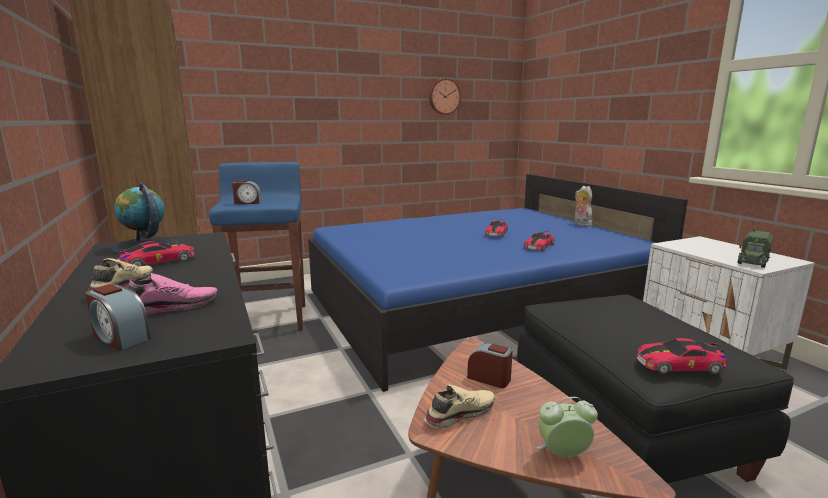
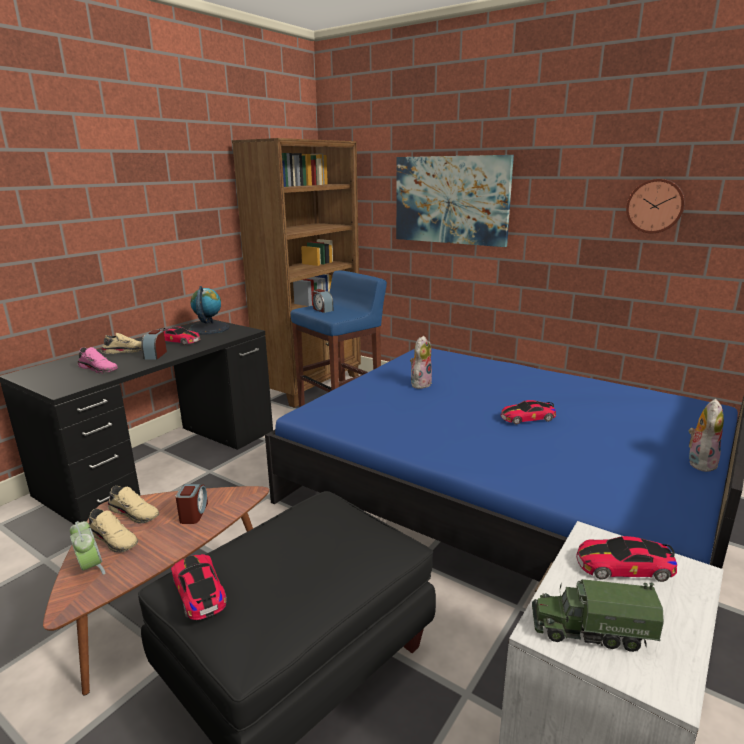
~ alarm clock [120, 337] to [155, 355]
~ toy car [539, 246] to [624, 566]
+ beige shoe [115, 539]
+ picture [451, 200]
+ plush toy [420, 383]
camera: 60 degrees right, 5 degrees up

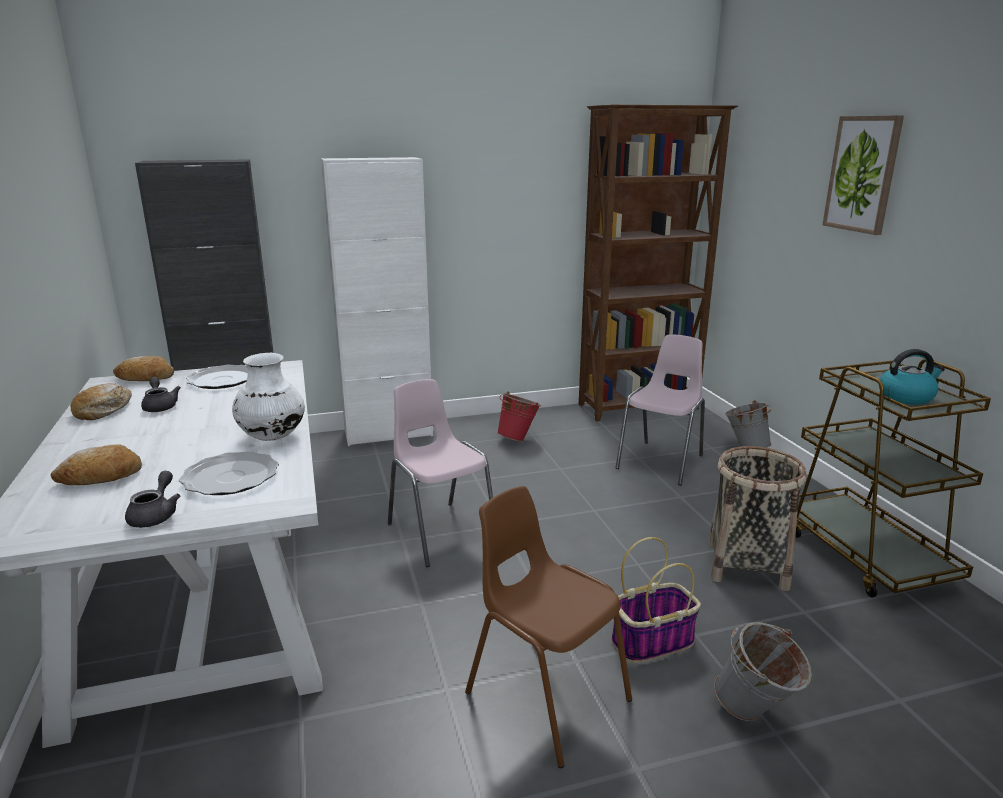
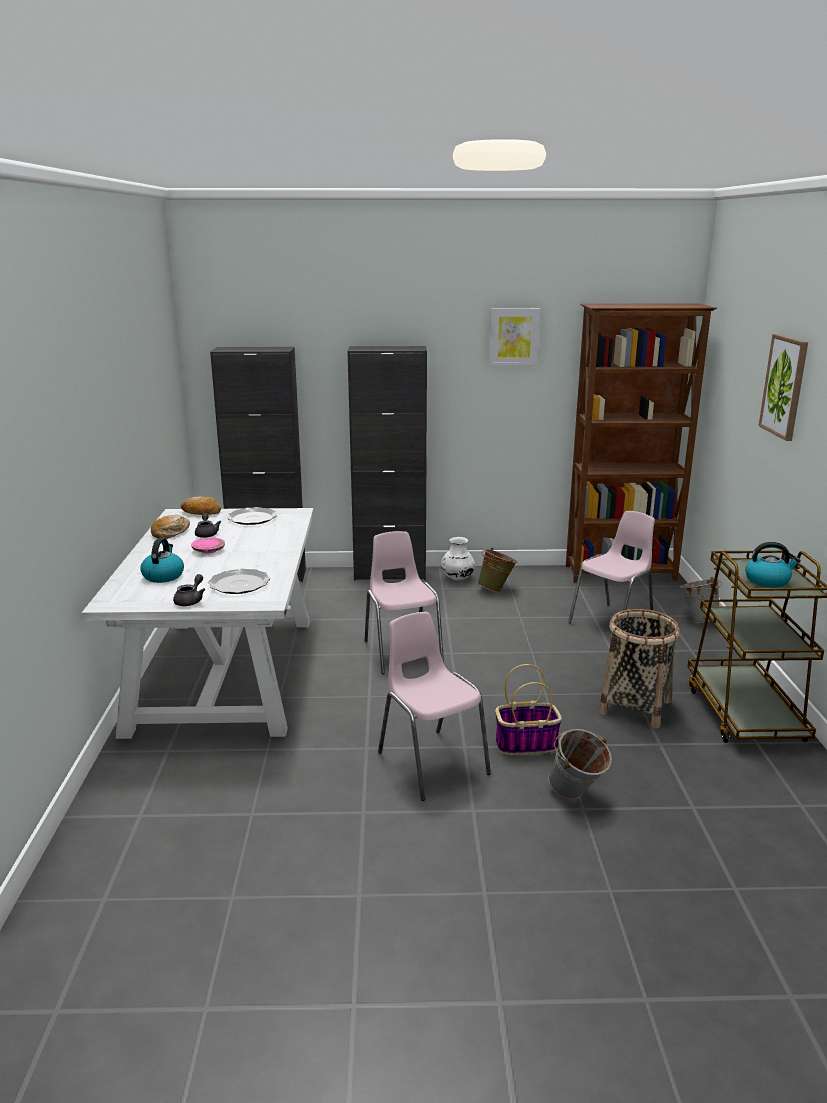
~ bread [101, 478] to kettle [163, 576]
~ white vase [272, 437] to [457, 578]
~ white cabinet [388, 433] to black cabinet [389, 574]
~ brown chair [546, 696] to pink chair [432, 762]
~ red bucket [518, 439] to green bucket [496, 589]
+ pink plate [208, 550]
+ picture [514, 337]
camera: 15 degrees right, 0 degrees up

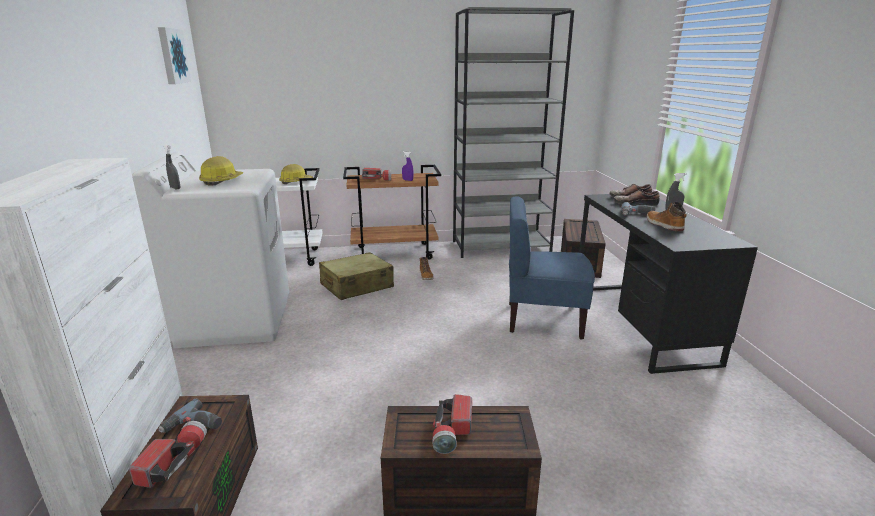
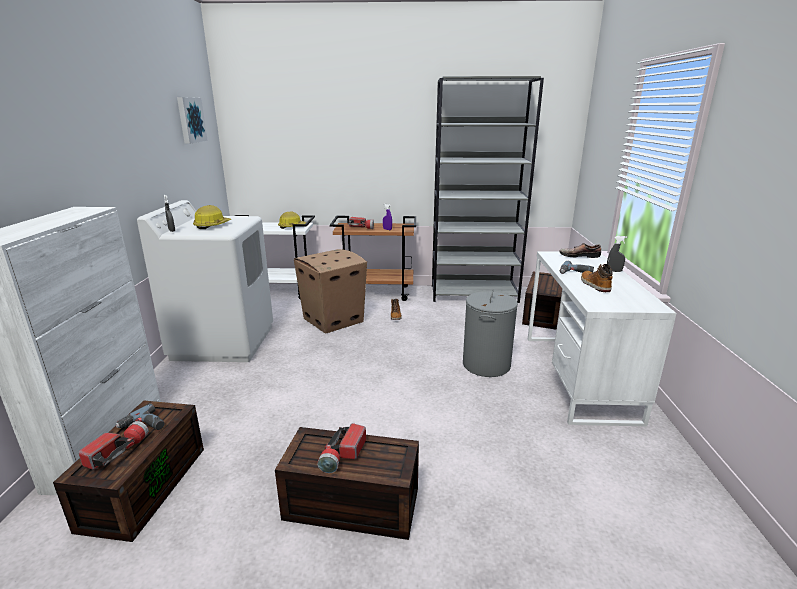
~ beige suitcase [356, 286] to cardboard box [332, 320]
~ blue chair [543, 320] to grey laundry basket [486, 364]
~ black desk [639, 323] to white desk [577, 376]
- shoe [634, 203]
camera: 10 degrees right, 0 degrees up

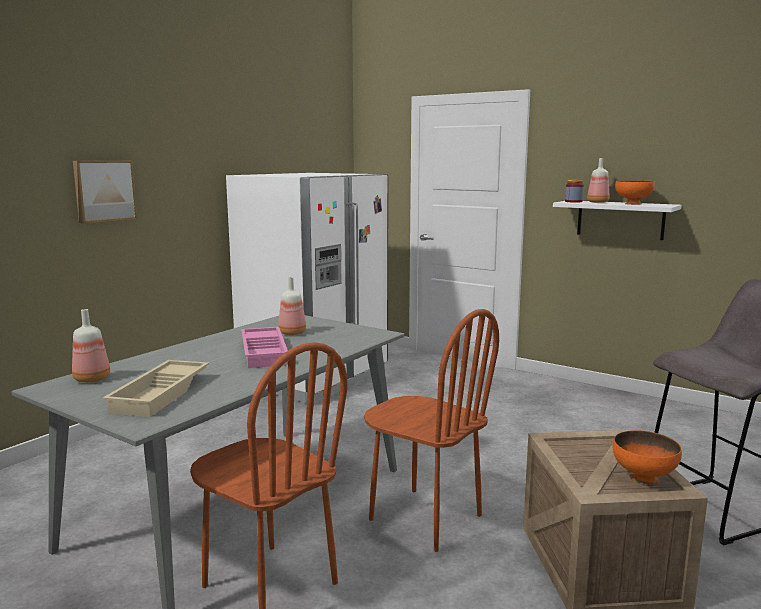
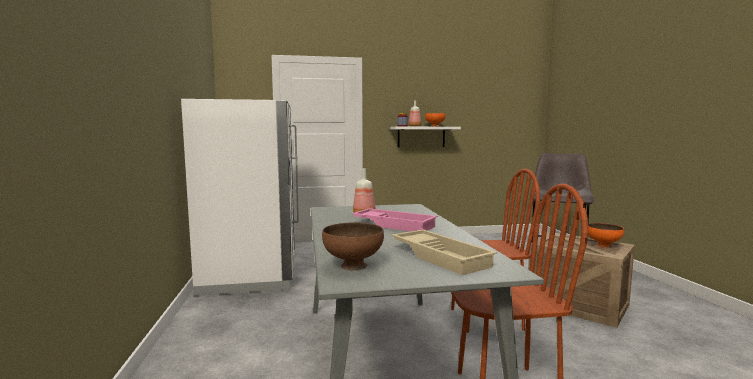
~ bottle [93, 379] to brown bowl [353, 265]
- picture [104, 190]
camera: 45 degrees left, 5 degrees down

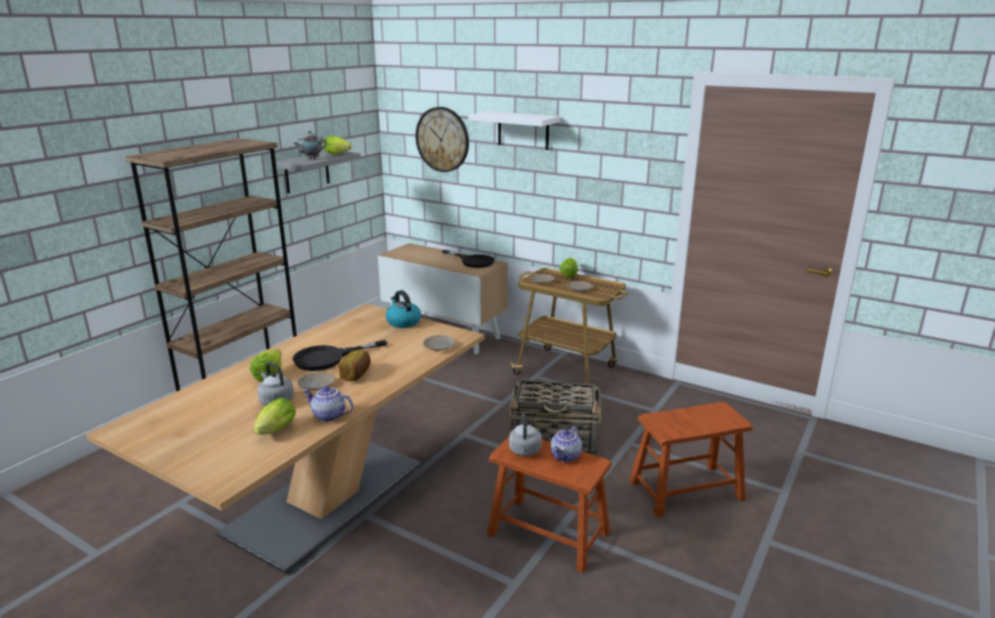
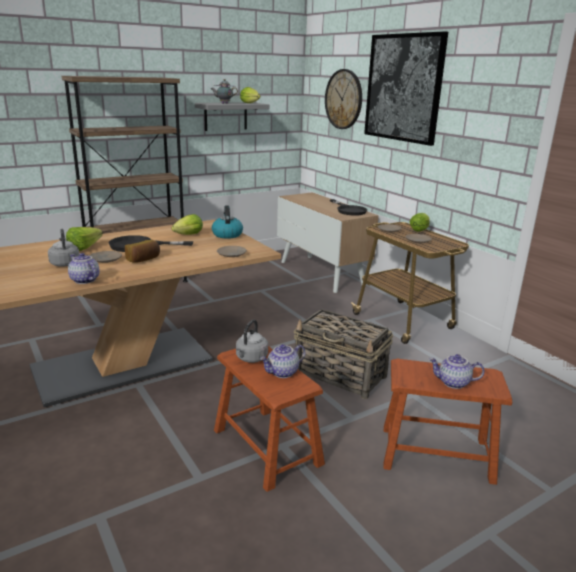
~ lettuce [275, 431] to [187, 235]
~ white shelf [523, 130] to picture [403, 88]
+ teapot [453, 383]
camera: 25 degrees right, 0 degrees up

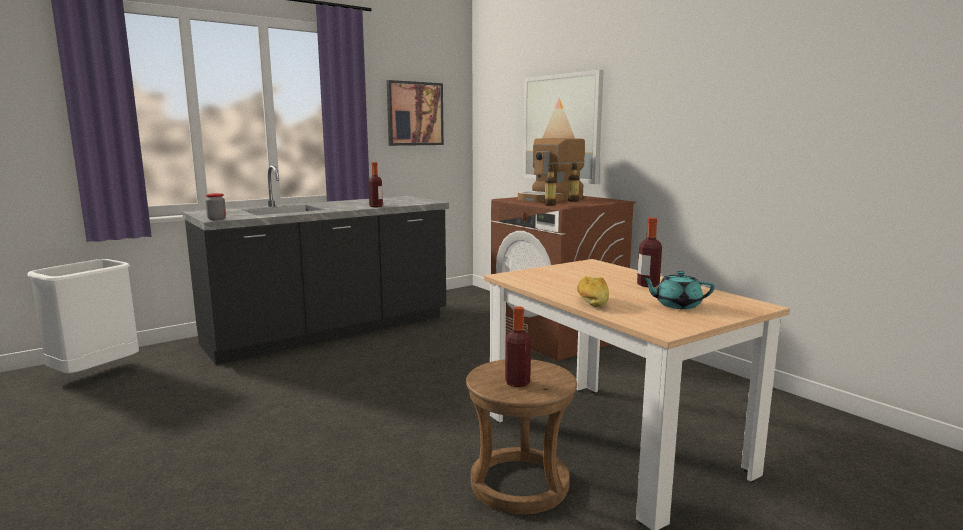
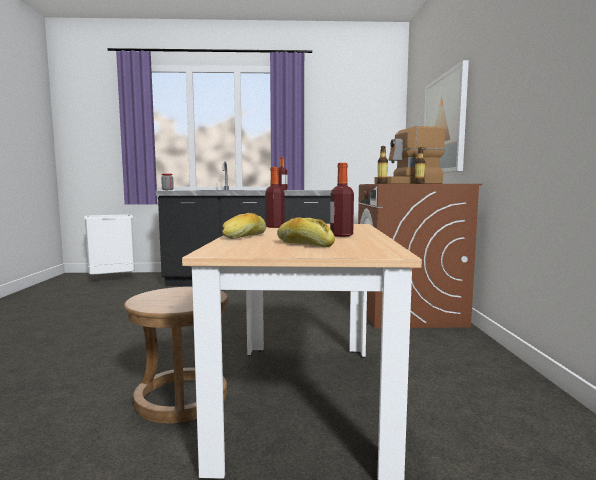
- picture [415, 114]
~ bottle [517, 383] to [275, 227]
~ turquoise teapot [677, 305] to bread [304, 244]
camera: 35 degrees right, 5 degrees down

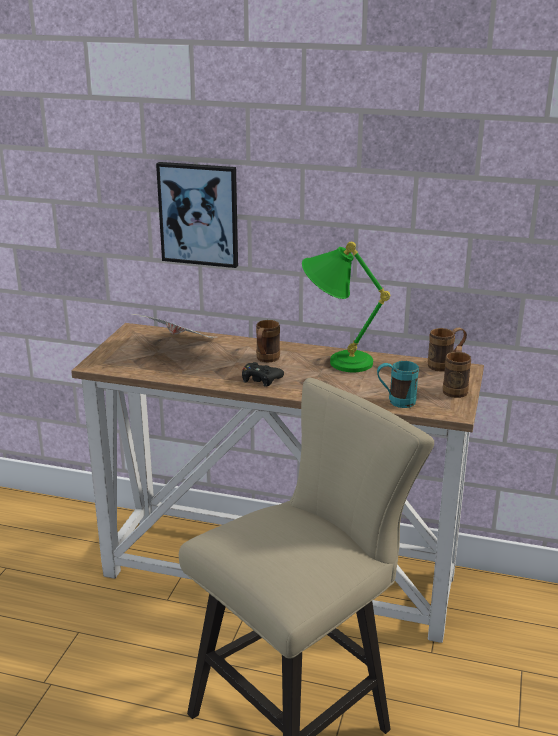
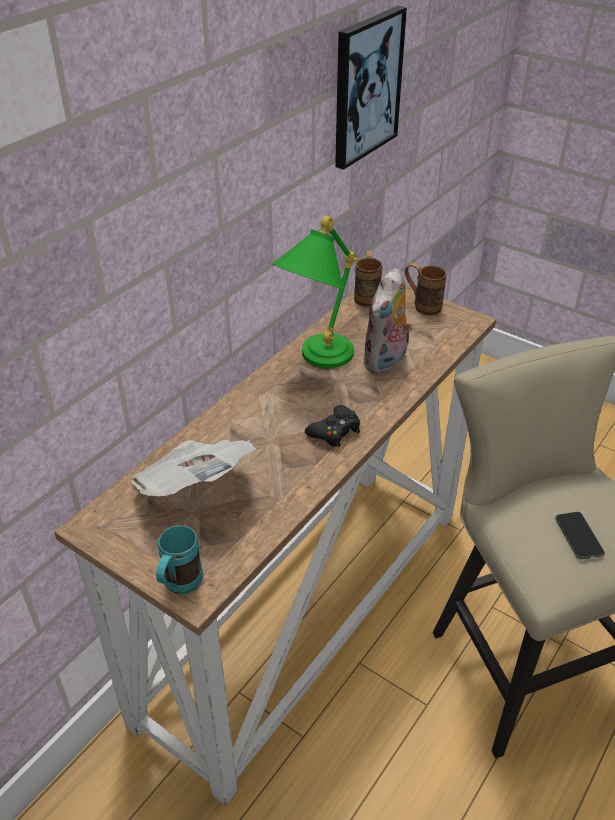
~ picture [199, 214] to [366, 87]
- brown mug [265, 360]
~ turquoise mug [395, 402] to [178, 587]
+ plush toy [386, 362]
+ phone [578, 536]
camera: 70 degrees left, 15 degrees up

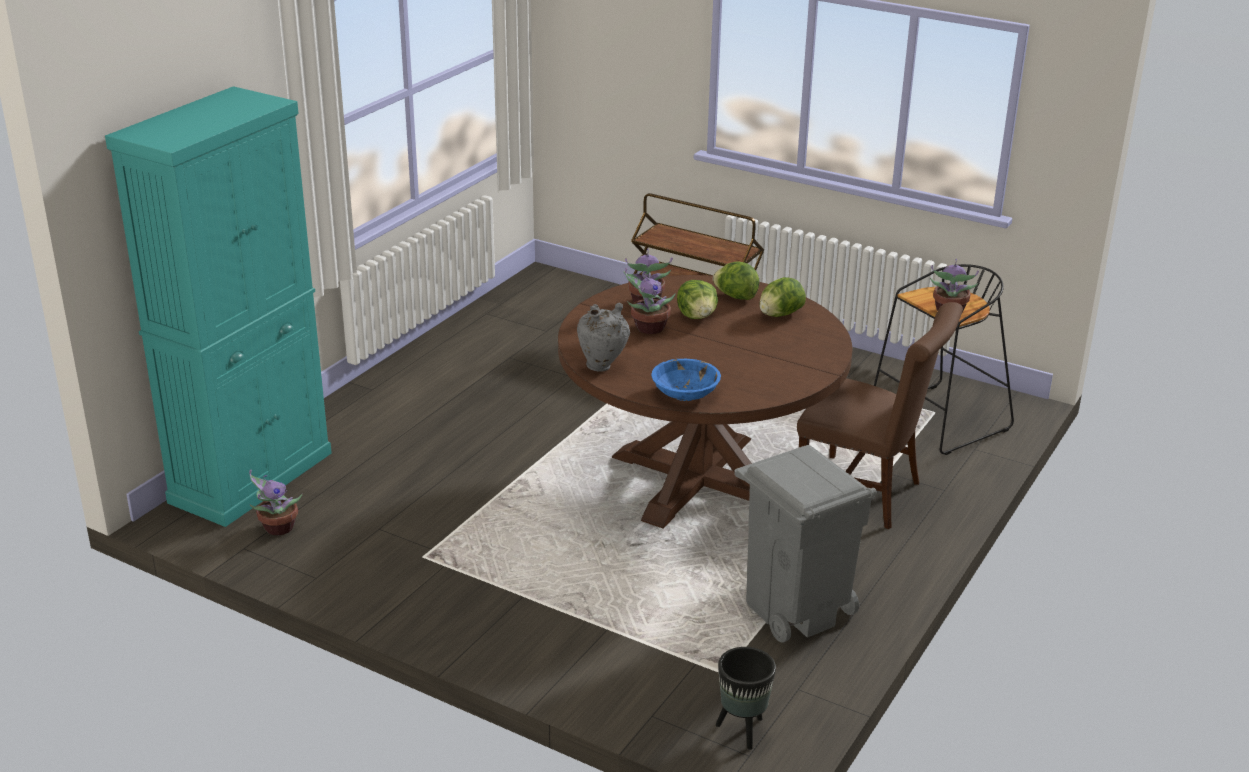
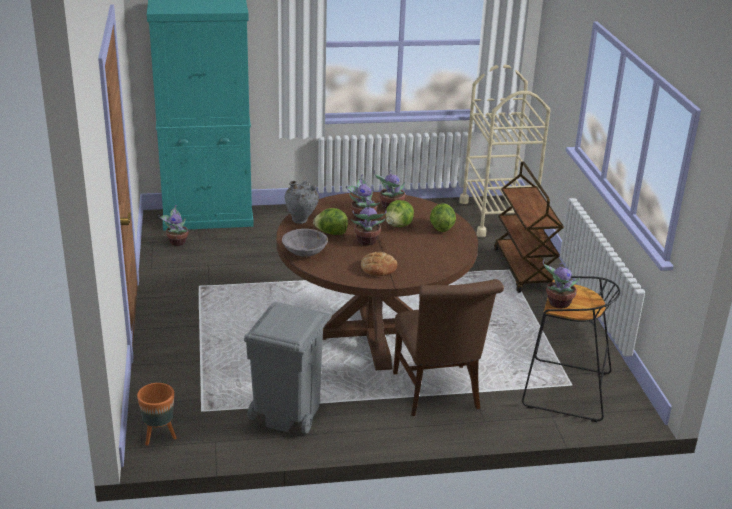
~ blue bowl [685, 394] to grey bowl [305, 252]
~ black planter [742, 730] to orange planter [159, 436]
~ lettuce [780, 315] to [331, 233]
+ potted plant [367, 242]
+ bread [378, 268]
+ beige cart [497, 217]
camera: 50 degrees right, 0 degrees up

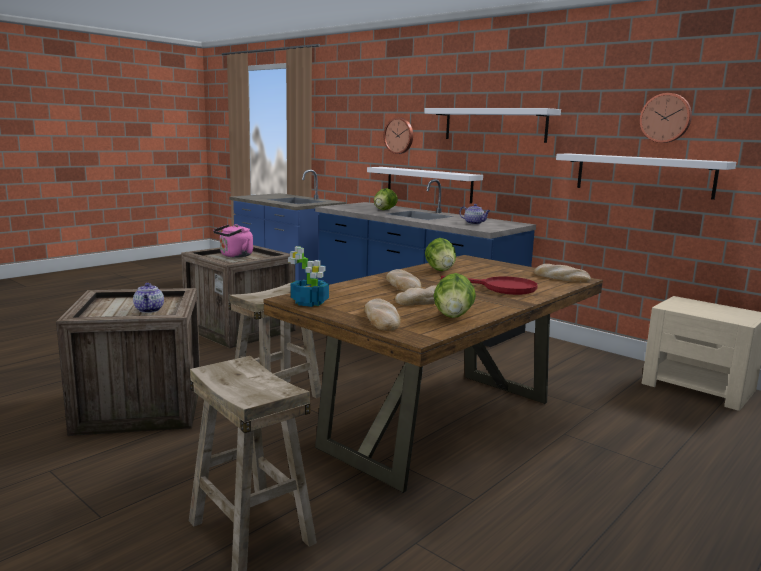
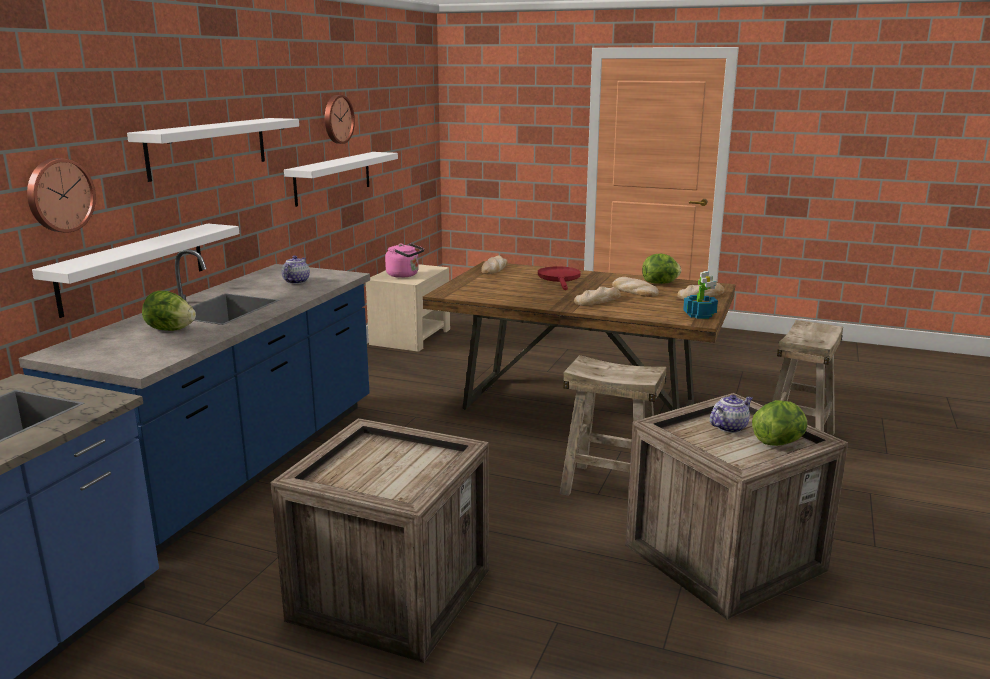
~ pink kettle [234, 256] to [404, 275]
~ lettuce [440, 270] to [779, 442]
camera: 110 degrees left, 5 degrees up

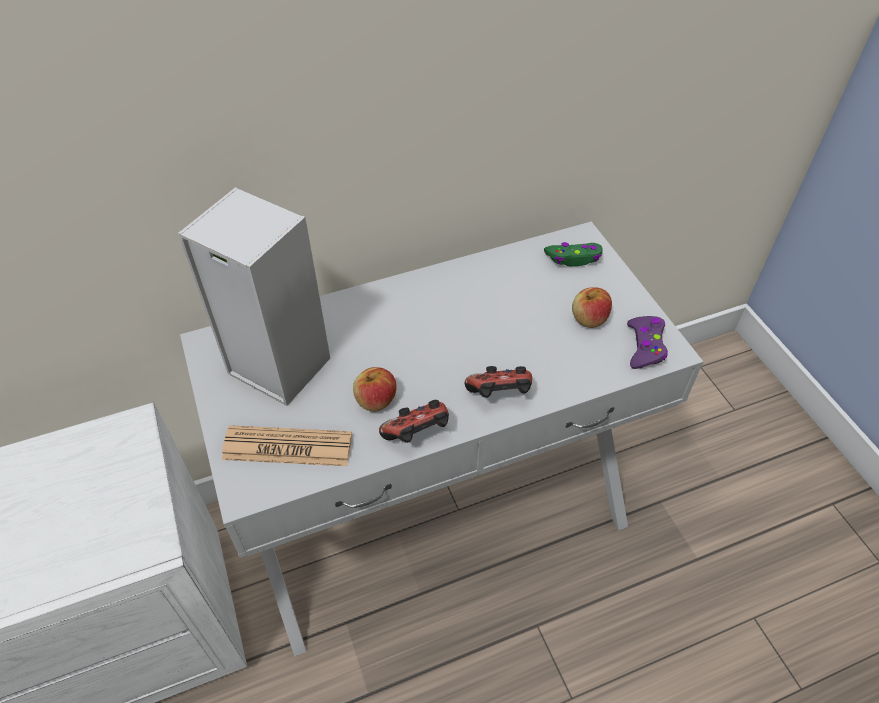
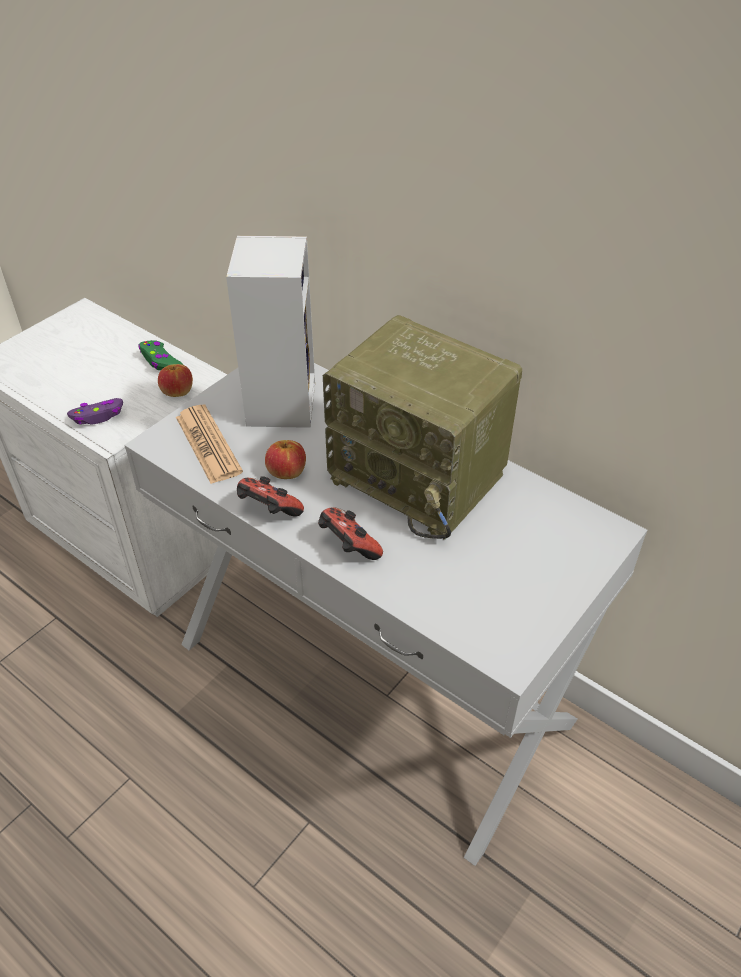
~ green game controller [574, 258] to [160, 361]
~ apple [589, 319] to [177, 391]
~ purple game controller [645, 346] to [98, 416]
+ radio [421, 477]
camera: 60 degrees right, 5 degrees down

